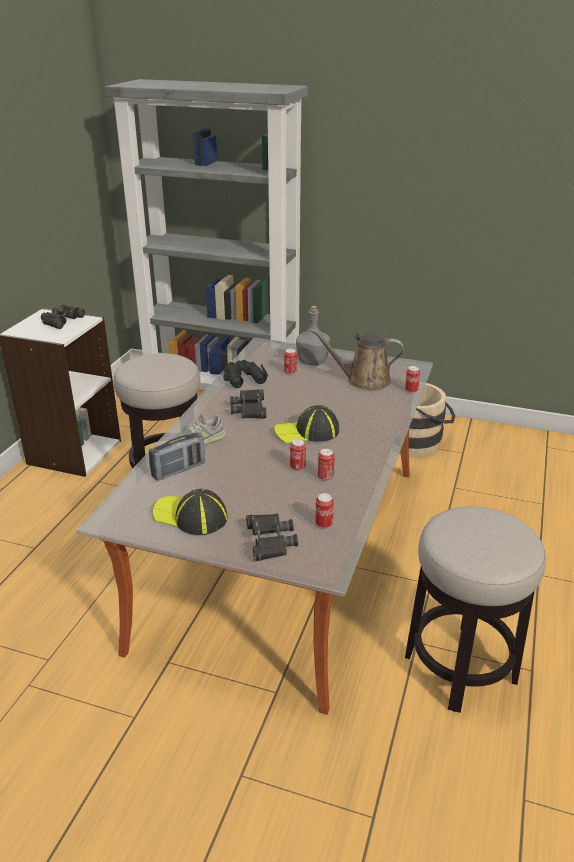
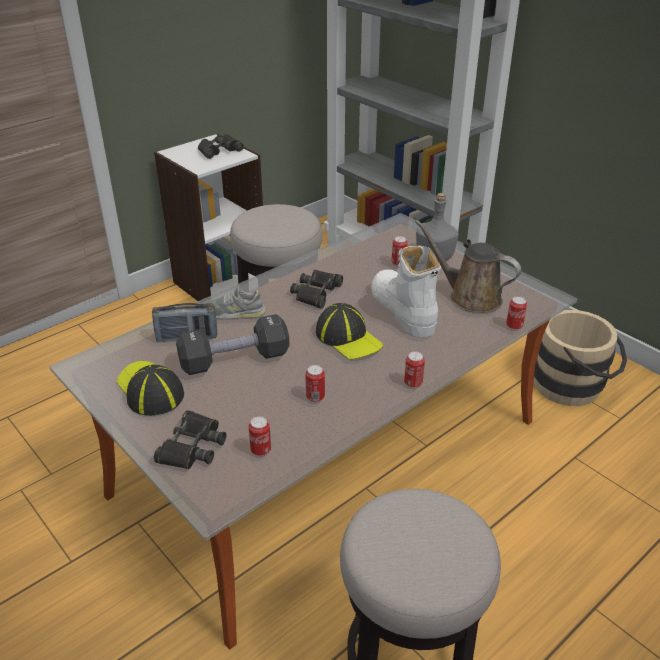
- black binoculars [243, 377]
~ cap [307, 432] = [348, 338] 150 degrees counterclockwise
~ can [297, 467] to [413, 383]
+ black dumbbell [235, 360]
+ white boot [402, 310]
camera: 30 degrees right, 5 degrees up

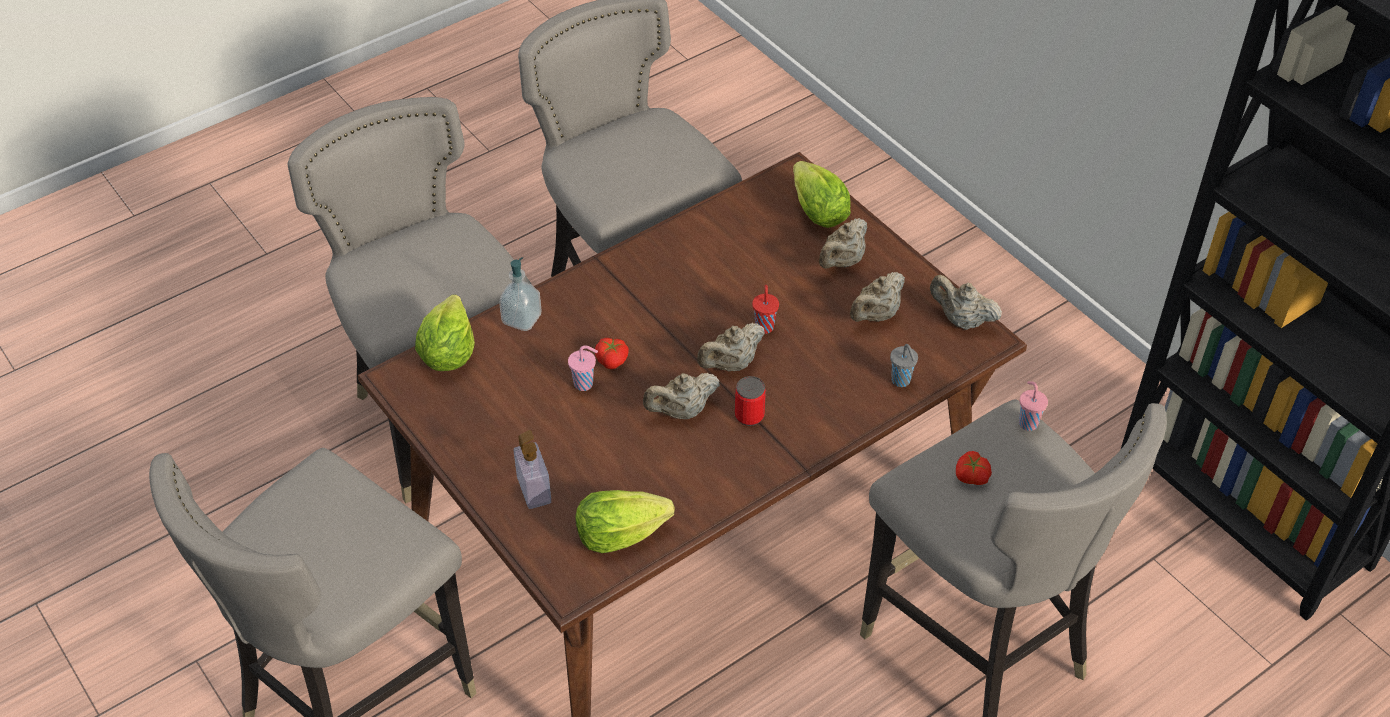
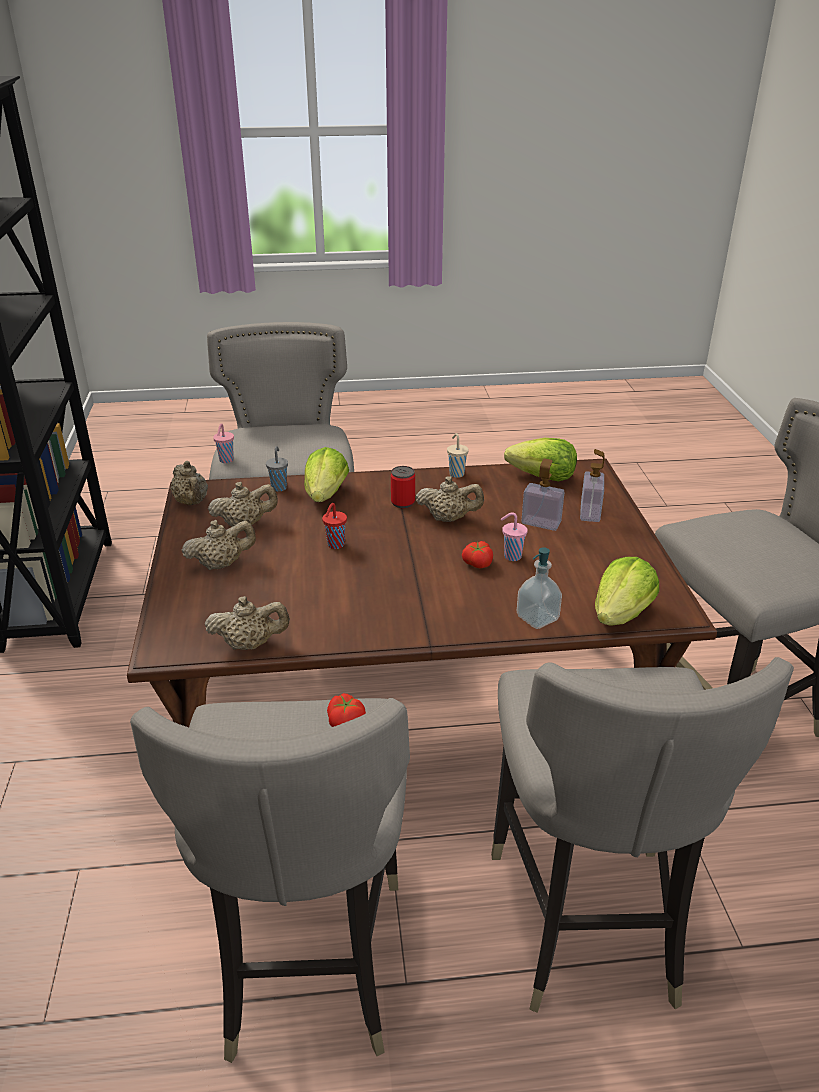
~ beige teapot [731, 364] to [250, 644]
~ lettuce [818, 212] to [326, 495]
~ tomato [971, 477] to [346, 721]
+ beige cup [456, 473]
+ soap dispenser [541, 523]
camera: 150 degrees left, 15 degrees down

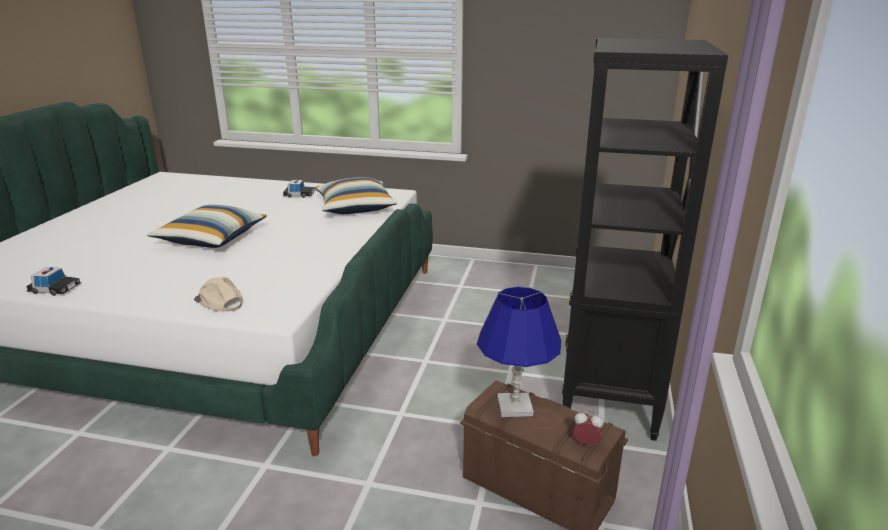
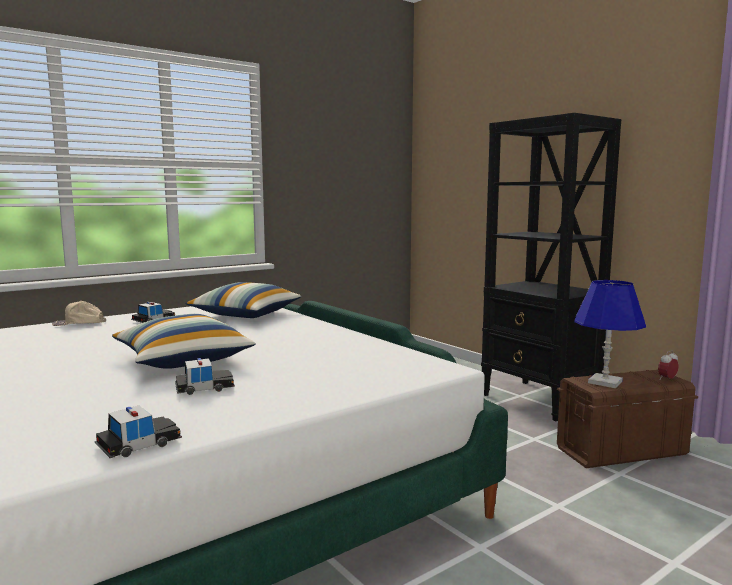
~ beige cap [219, 302] to [79, 323]
+ toy car [204, 387]
camera: 50 degrees left, 15 degrees down

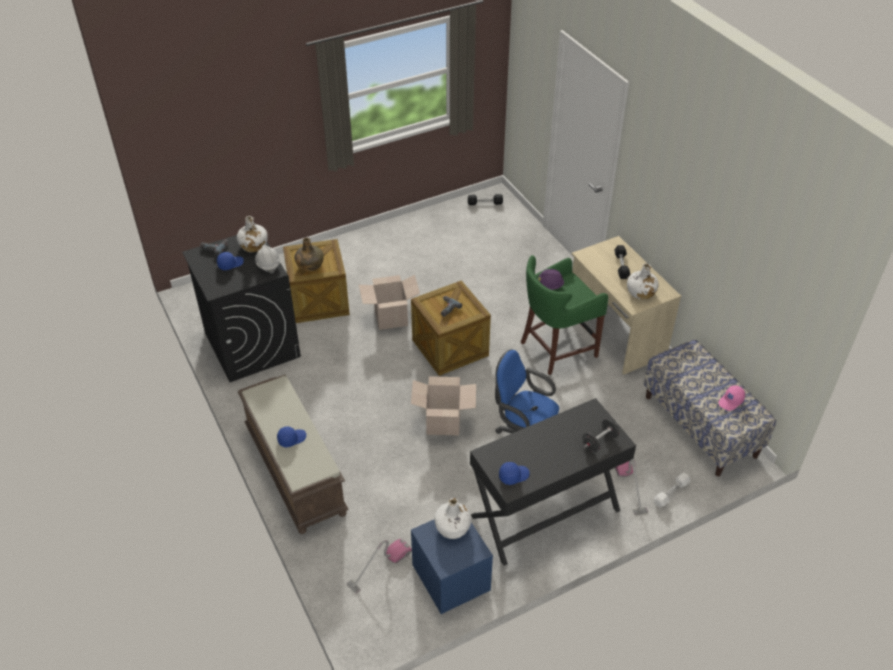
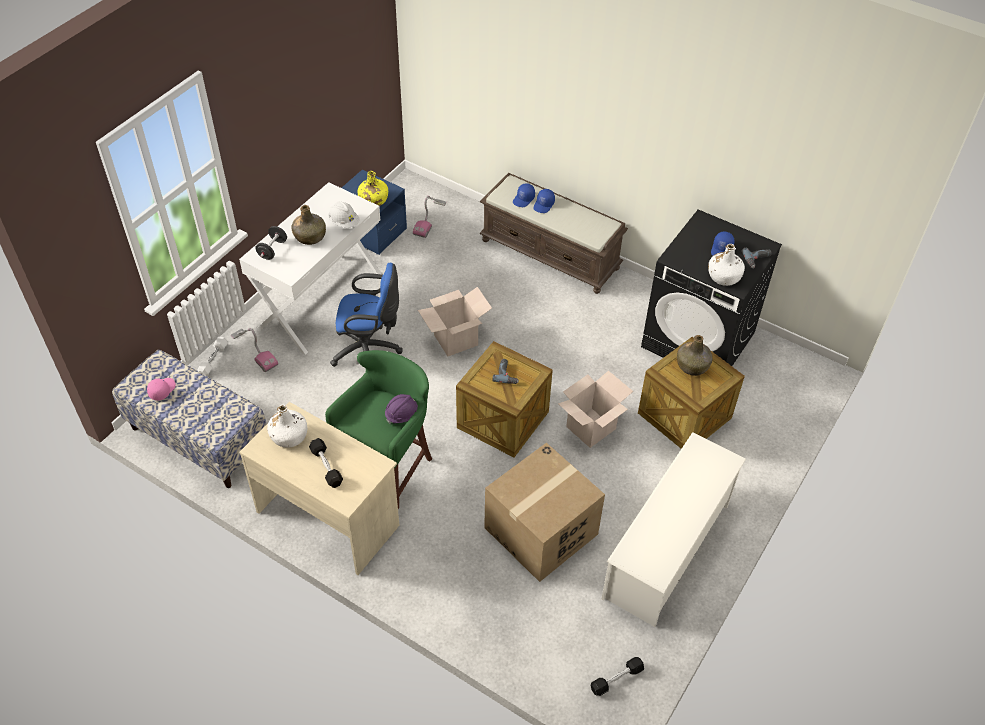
~ white hard hat [268, 265] to [344, 222]
~ white bottle [453, 527] to yellow bottle [373, 200]
~ black desk [545, 513] to white desk [321, 301]
~ blue cap [513, 475] to [524, 199]
+ green bottle [310, 236]
+ cardboard box [541, 531]
+ white shoe rack [667, 551]
camera: 150 degrees right, 5 degrees up

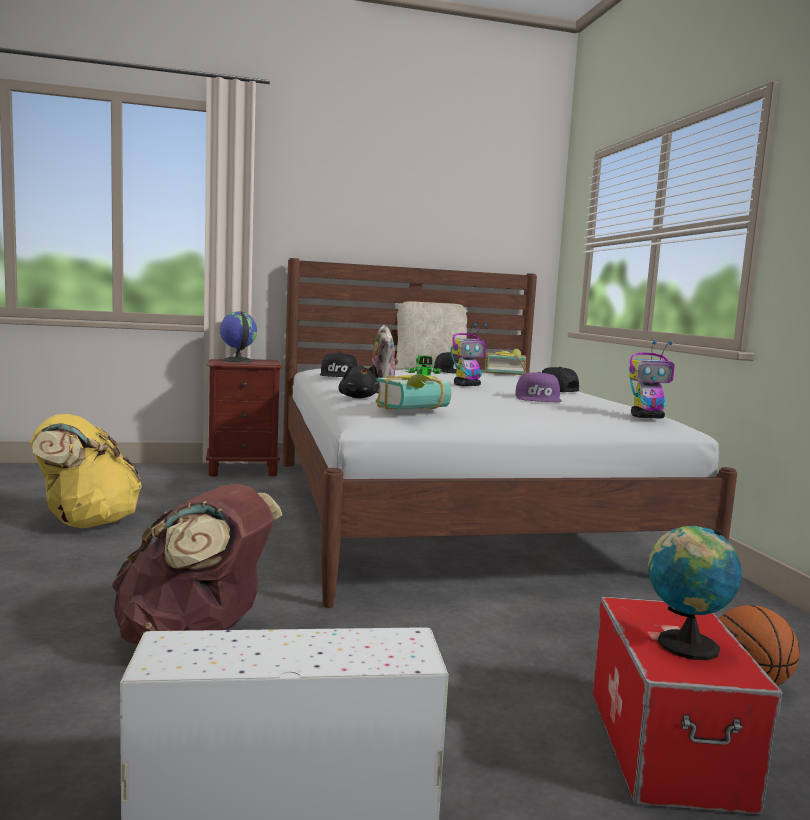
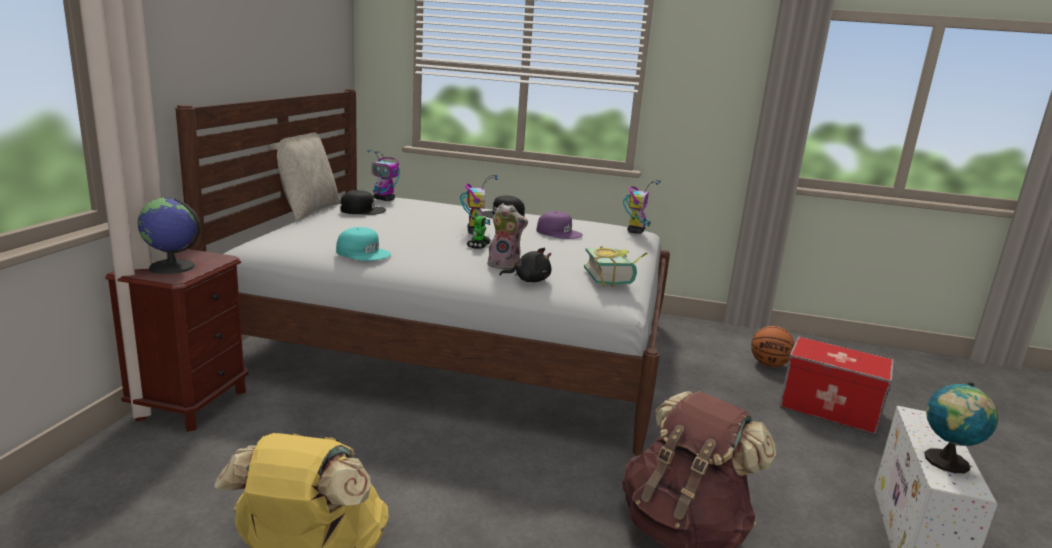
~ black cap [339, 375] to turquoise cap [363, 253]
~ book [504, 373] to toy robot [384, 199]
~ globe [683, 645] to [946, 463]
camera: 65 degrees left, 10 degrees up

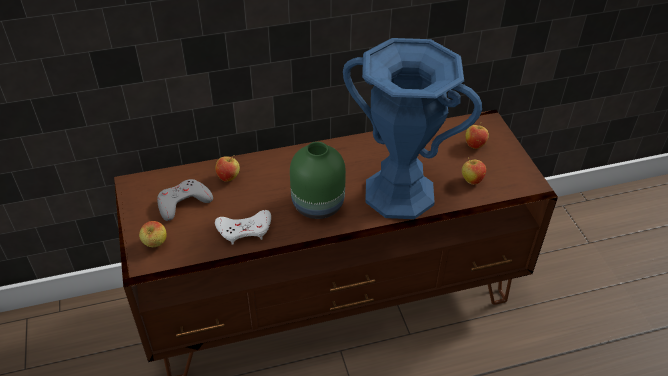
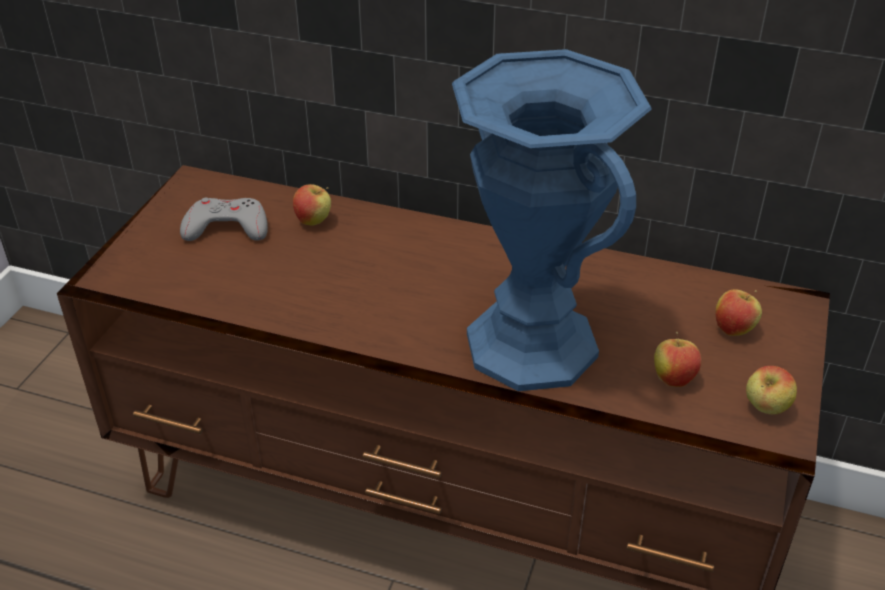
~ apple [155, 244] to [765, 409]
- white game controller [245, 230]
- green vase [316, 205]
camera: 35 degrees right, 5 degrees down

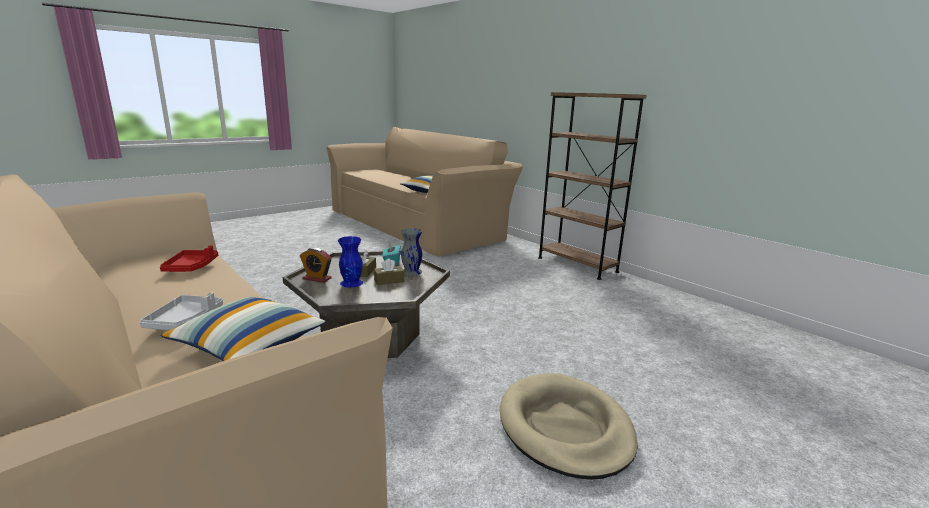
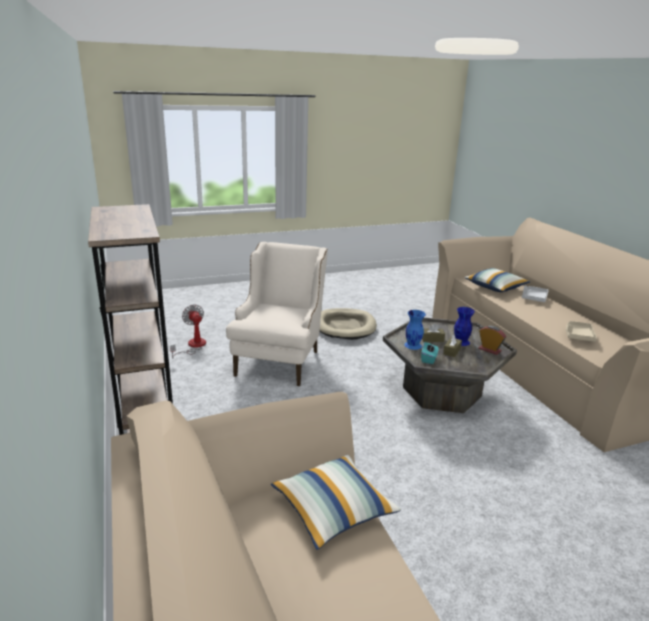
~ red tray [192, 267] to beige tray [578, 335]
~ grey vase [411, 271] to blue vase [413, 345]
+ fan [193, 346]
+ beige armchair [280, 358]
camera: 160 degrees left, 5 degrees up

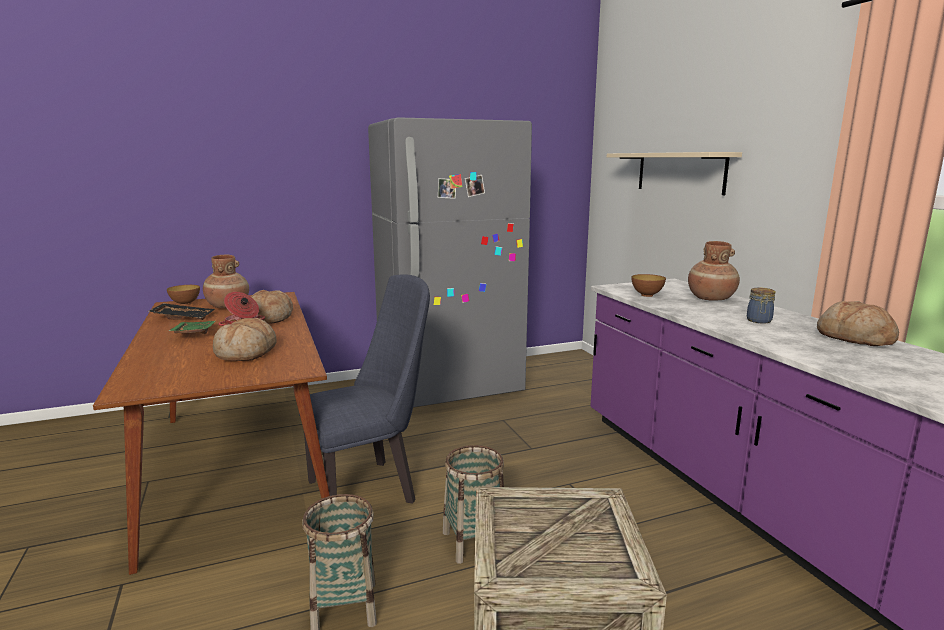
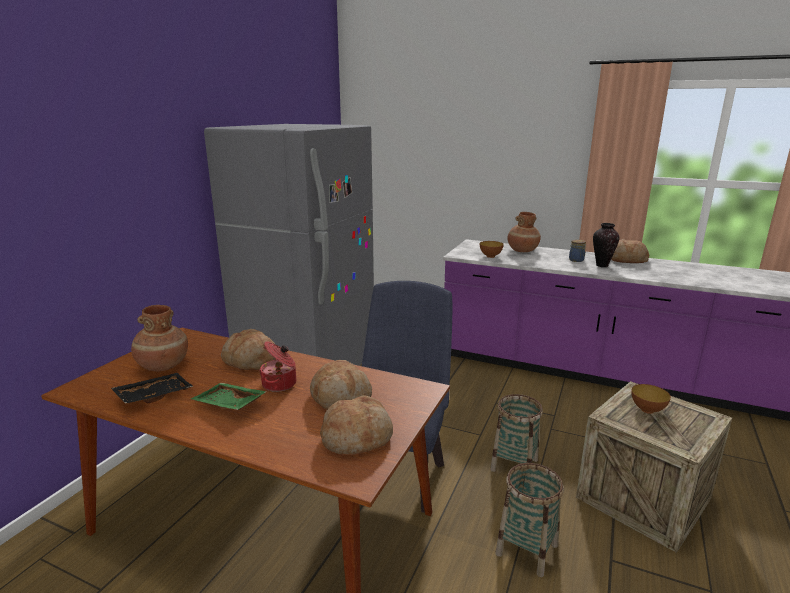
~ bowl [185, 304] to [647, 410]
- beige shelf [680, 172]
+ bread [357, 437]
+ vase [602, 265]
camera: 45 degrees left, 5 degrees up

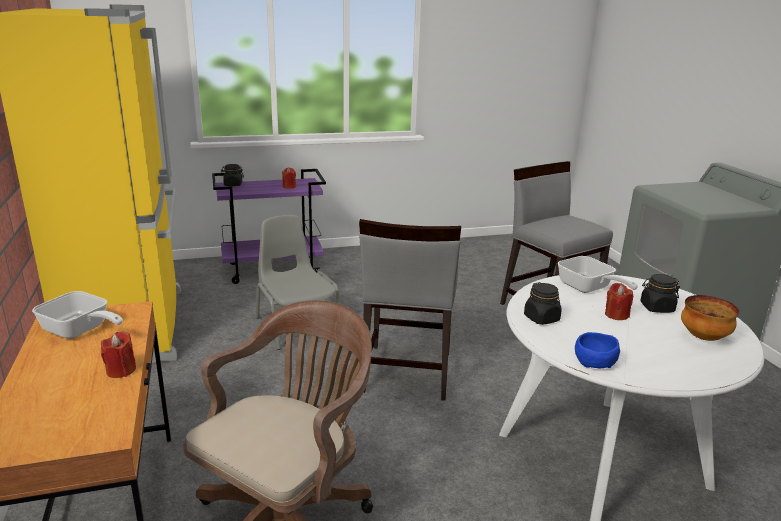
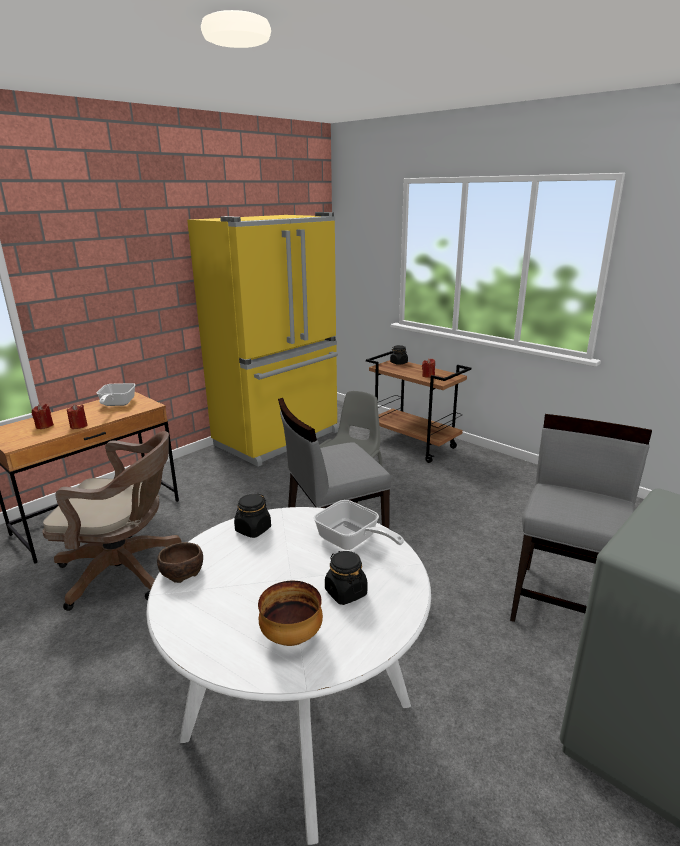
~ purple cart [273, 270] to brown cart [414, 445]
~ frying pan [588, 288] = [352, 541] 75 degrees counterclockwise
~ blue bowl [593, 362] to brown bowl [181, 572]
~ red candle [616, 315] to [44, 426]
camera: 60 degrees right, 0 degrees up

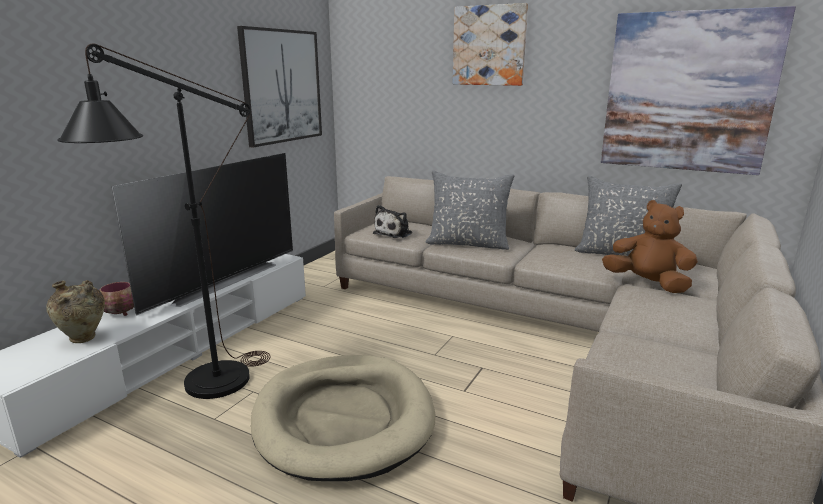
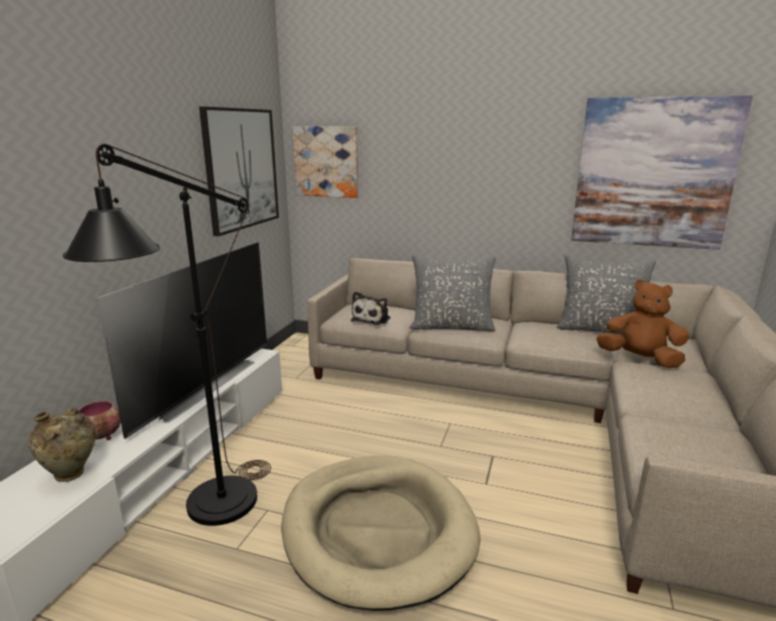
~ picture [489, 46] to [326, 161]
camera: 10 degrees left, 0 degrees up

